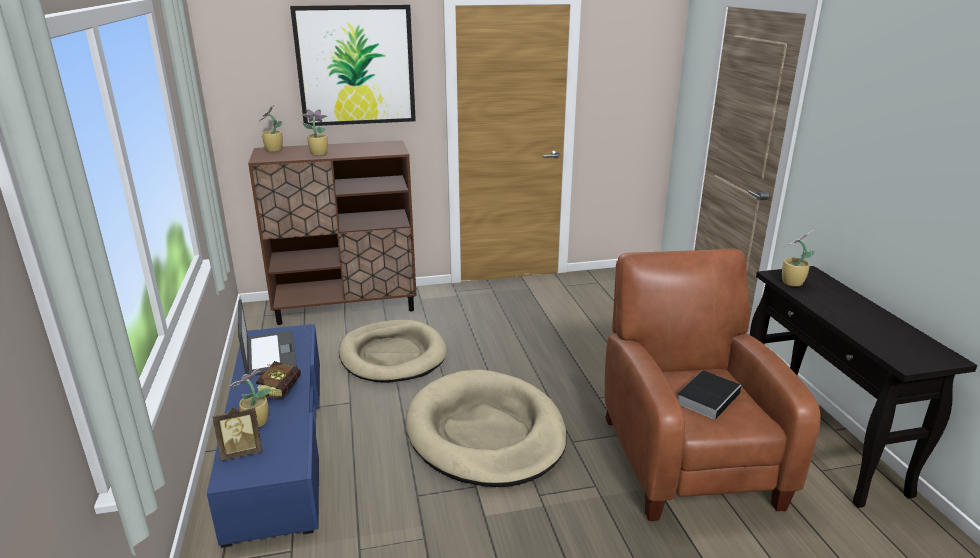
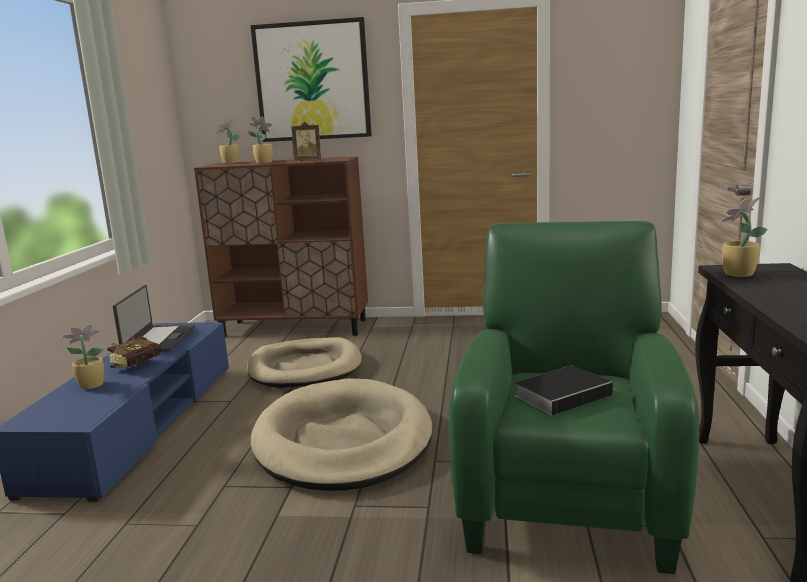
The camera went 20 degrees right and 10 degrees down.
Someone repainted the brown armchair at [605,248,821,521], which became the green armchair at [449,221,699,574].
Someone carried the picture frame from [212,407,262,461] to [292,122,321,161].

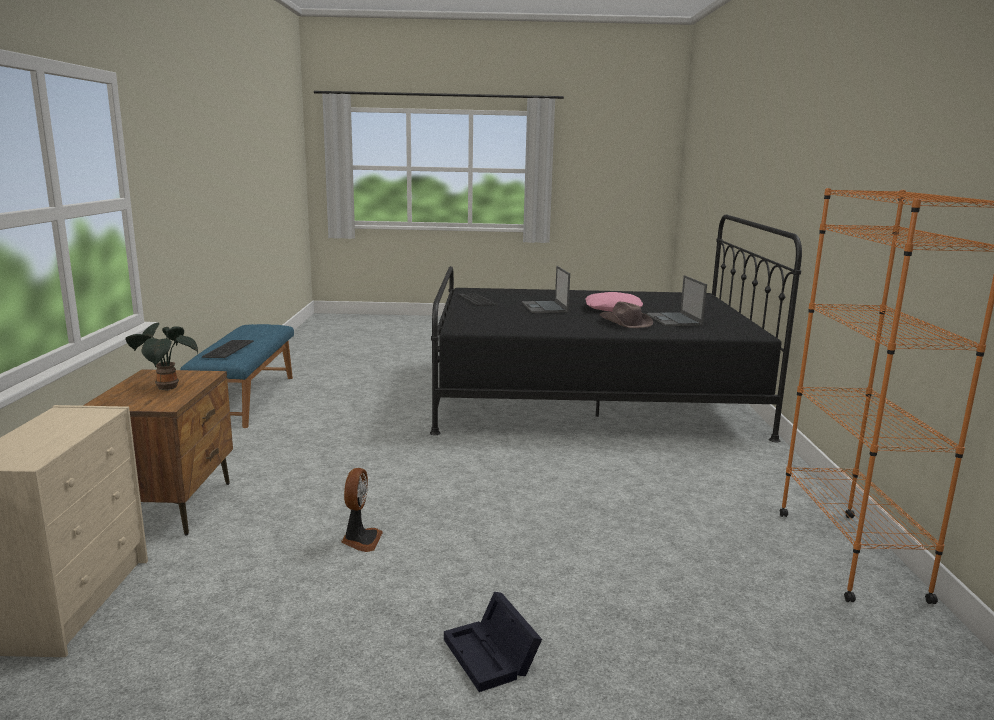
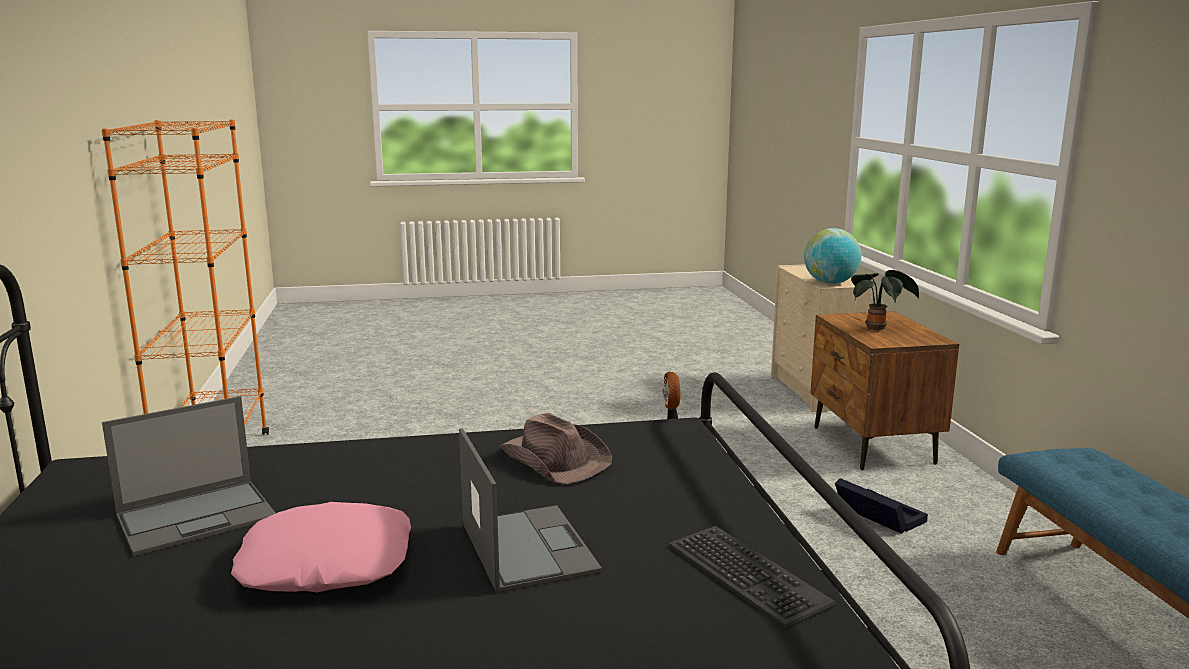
The camera went 170 degrees right and 0 degrees up.
Someone rotated the laptop at [646,275,707,326] by 75 degrees clockwise.
Someone carried the brown hat from [599,301,653,328] to [499,413,612,484].
Someone took away the keyboard at [202,340,254,358].
Someone carried the black storage box from [444,592,542,692] to [835,478,928,534].
Someone put down the globe at [804,228,861,284].

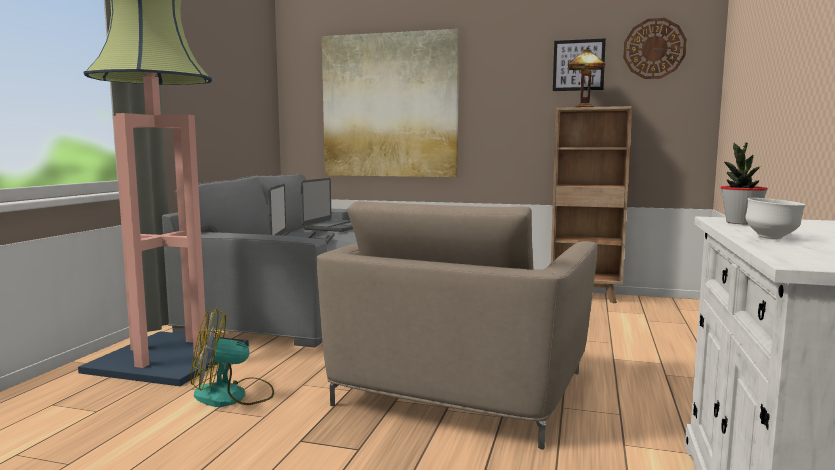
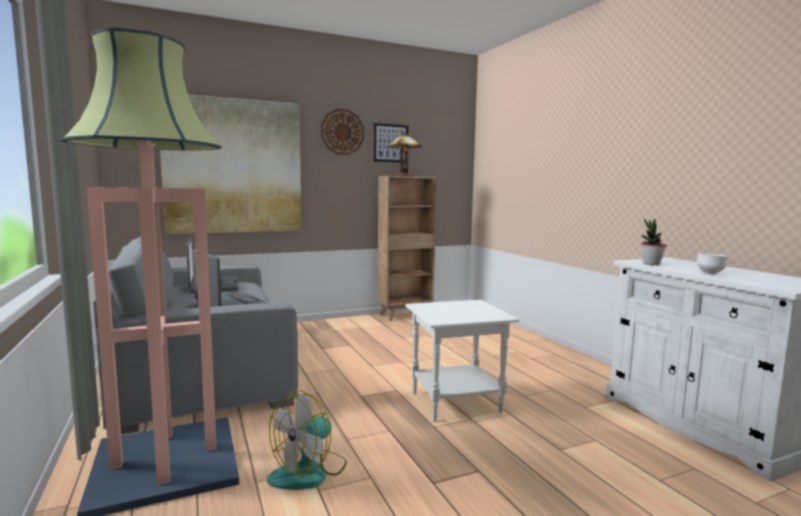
The camera went 40 degrees left and 0 degrees up.
Someone carried the wall clock from [623,18,687,79] to [321,109,364,155].
Someone swapped the beige armchair at [317,201,598,450] for the white side table at [405,300,519,422].

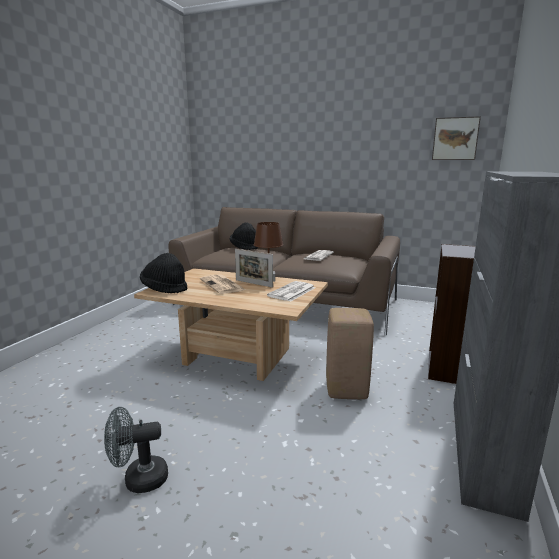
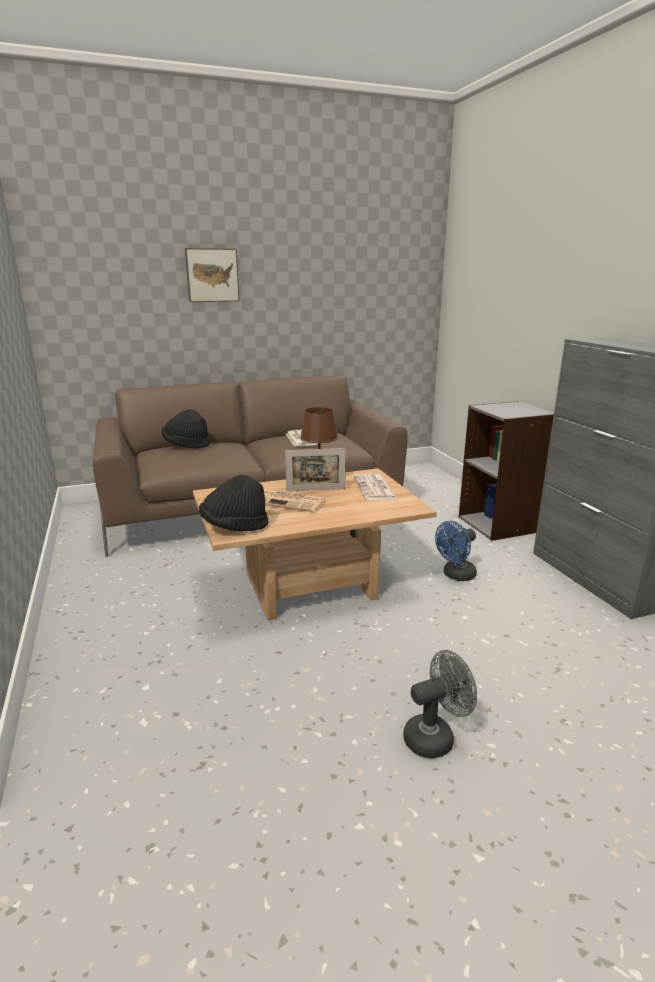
The camera went 40 degrees left and 5 degrees up.
Someone carried the picture from [432,116,481,160] to [185,248,240,302].
Someone swapped the beige stool at [326,308,374,399] for the blue fan at [435,521,477,581].
Someone rotated the grey fan at [104,407,168,493] by 150 degrees counterclockwise.

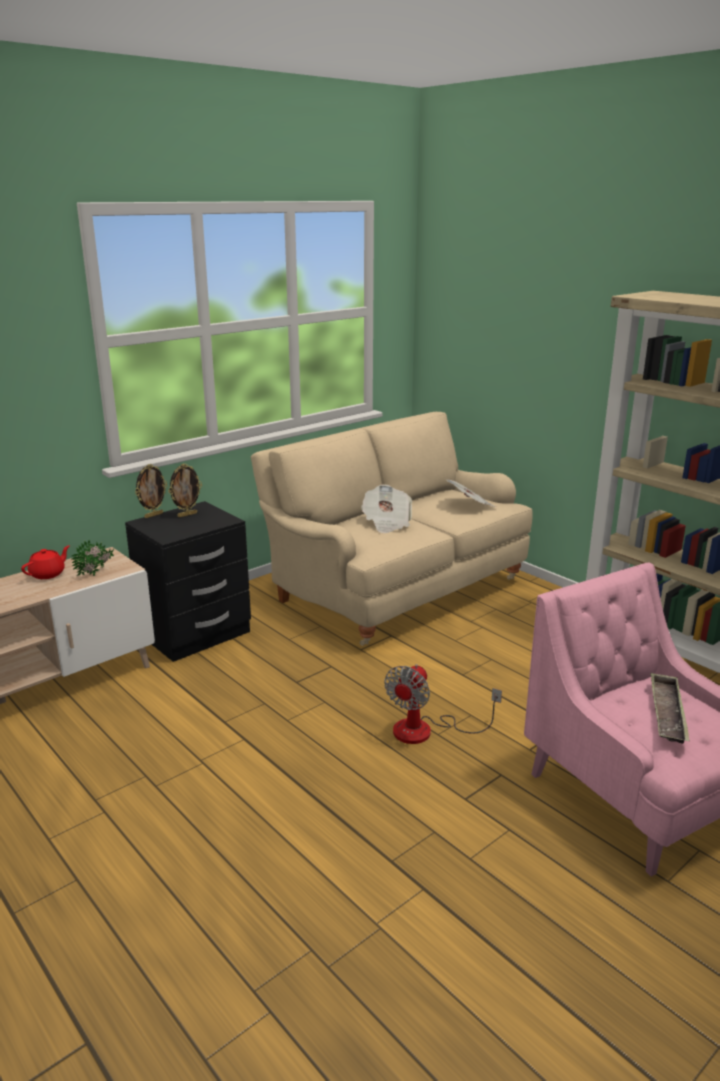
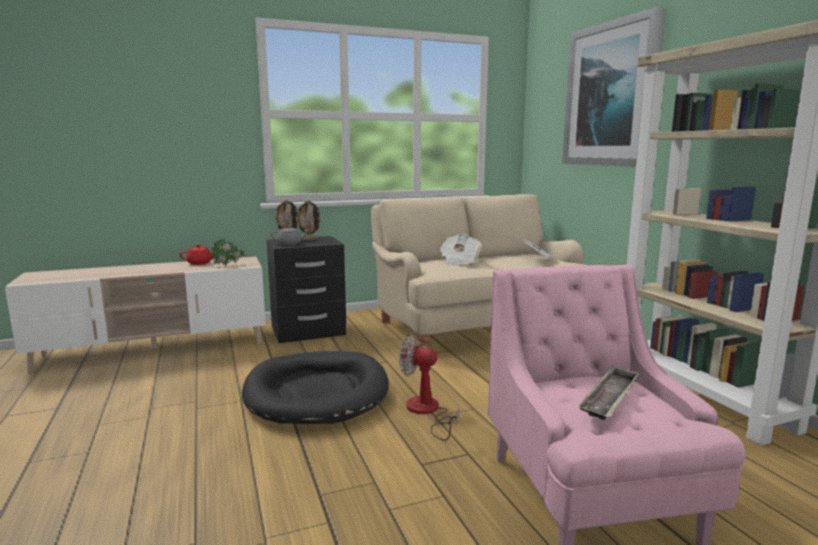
The camera went 20 degrees right and 10 degrees down.
Someone rotated the fan at [384,664,502,744] by 60 degrees clockwise.
Someone put up the picture at [562,7,666,167].
Someone put down the grey teapot at [271,225,309,245].
Someone put down the black dog bed at [242,351,389,424].

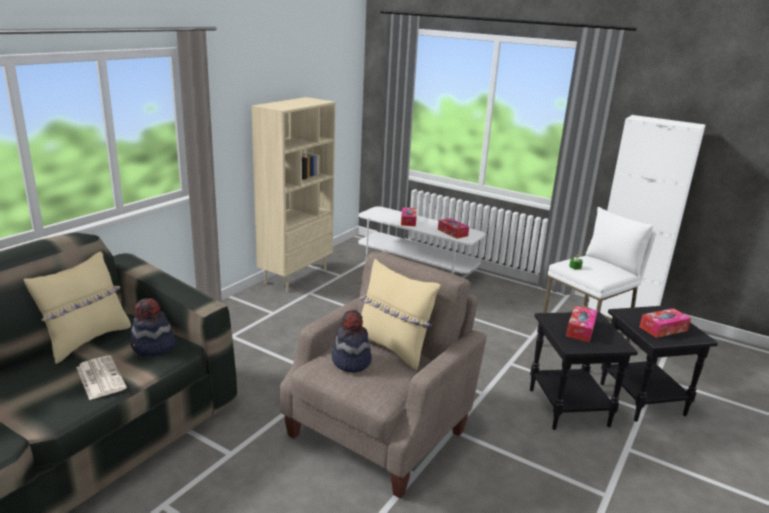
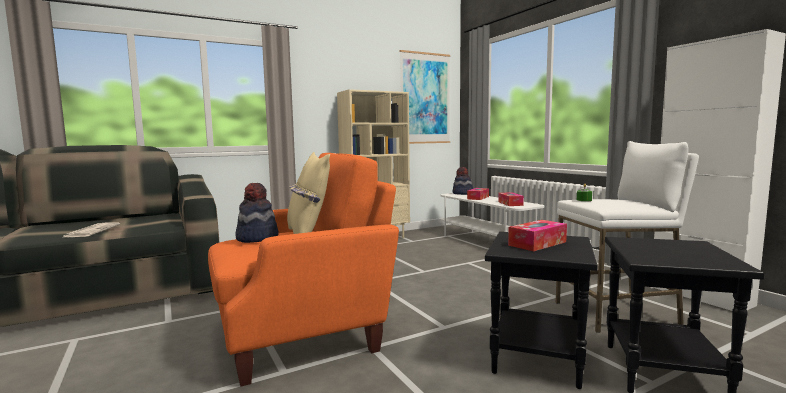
The camera went 30 degrees right and 15 degrees down.
Someone repainted the beige armchair at [279,251,486,498], which became the orange armchair at [208,153,399,387].
Someone took away the beige pillow at [24,252,131,364].
Someone carried the hat from [131,298,176,356] to [453,167,473,195].
Someone took away the tissue box at [640,308,691,338].
Someone put up the picture at [400,50,450,144].

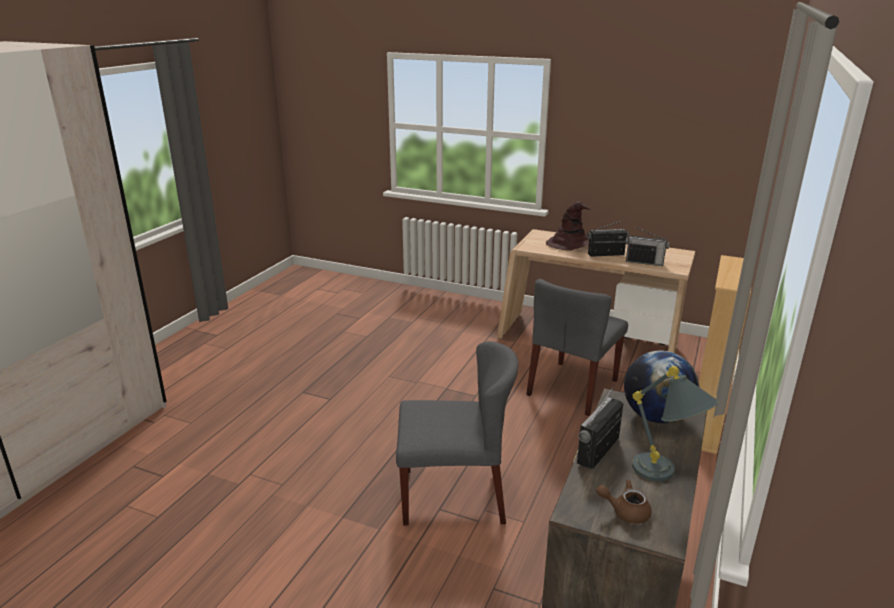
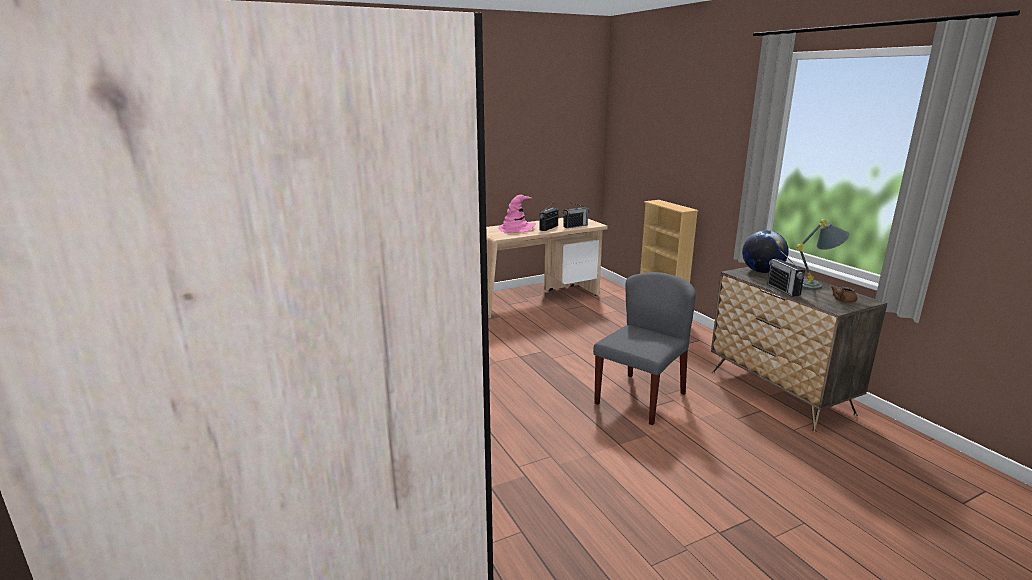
The camera went 50 degrees left and 5 degrees down.
Someone repainted the brown hat at [546,201,591,250], which became the pink hat at [499,195,536,233].
Someone took away the grey chair at [526,279,628,416].

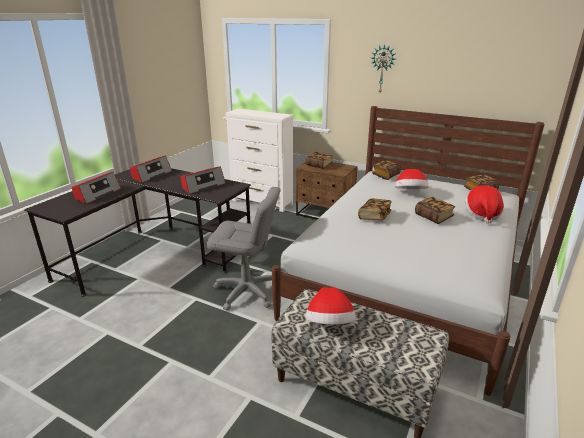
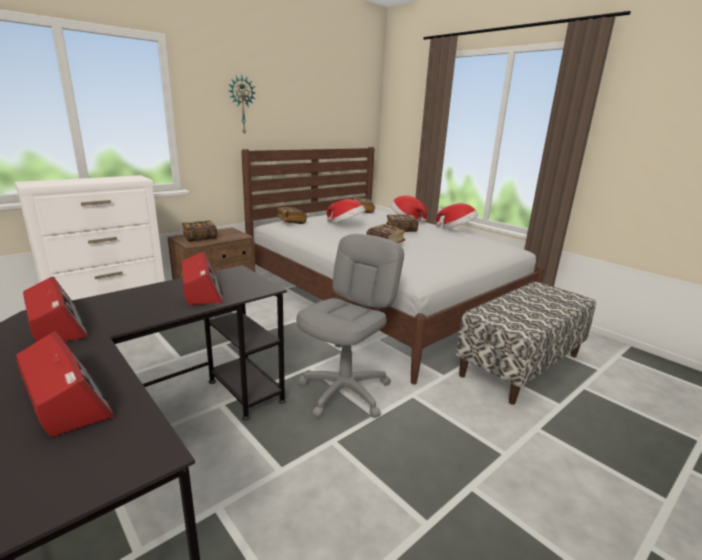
The camera went 70 degrees left and 5 degrees down.
Someone carried the hat from [306,287,356,325] to [436,203,478,229].

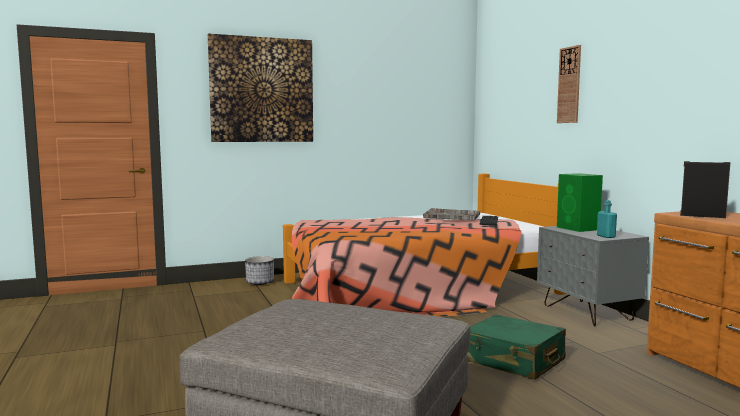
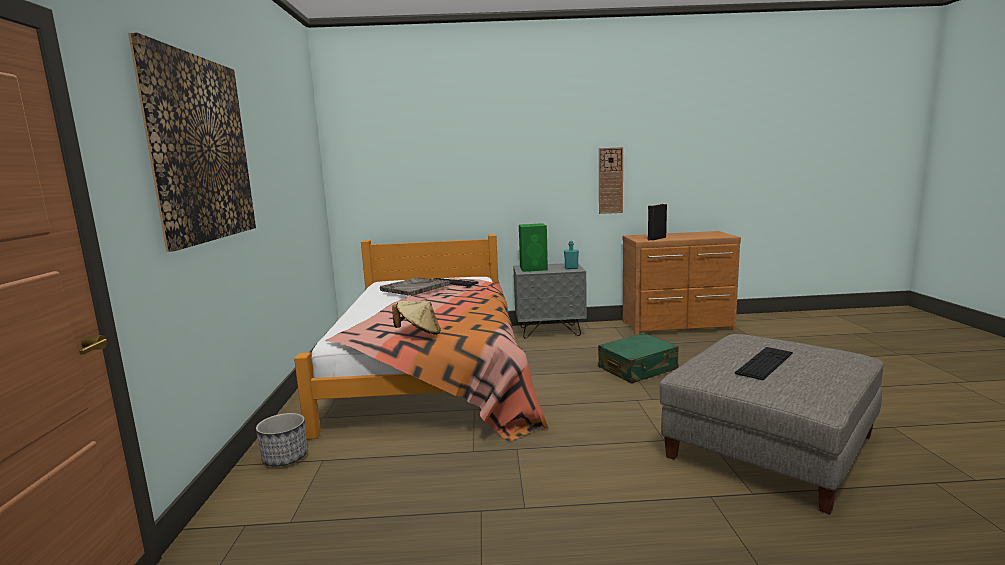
The camera went 70 degrees left and 5 degrees up.
Someone carried the wall clock from [557,45,581,123] to [599,147,623,214].
Someone put down the beige hat at [392,301,441,335].
Someone put down the keyboard at [735,347,793,380].

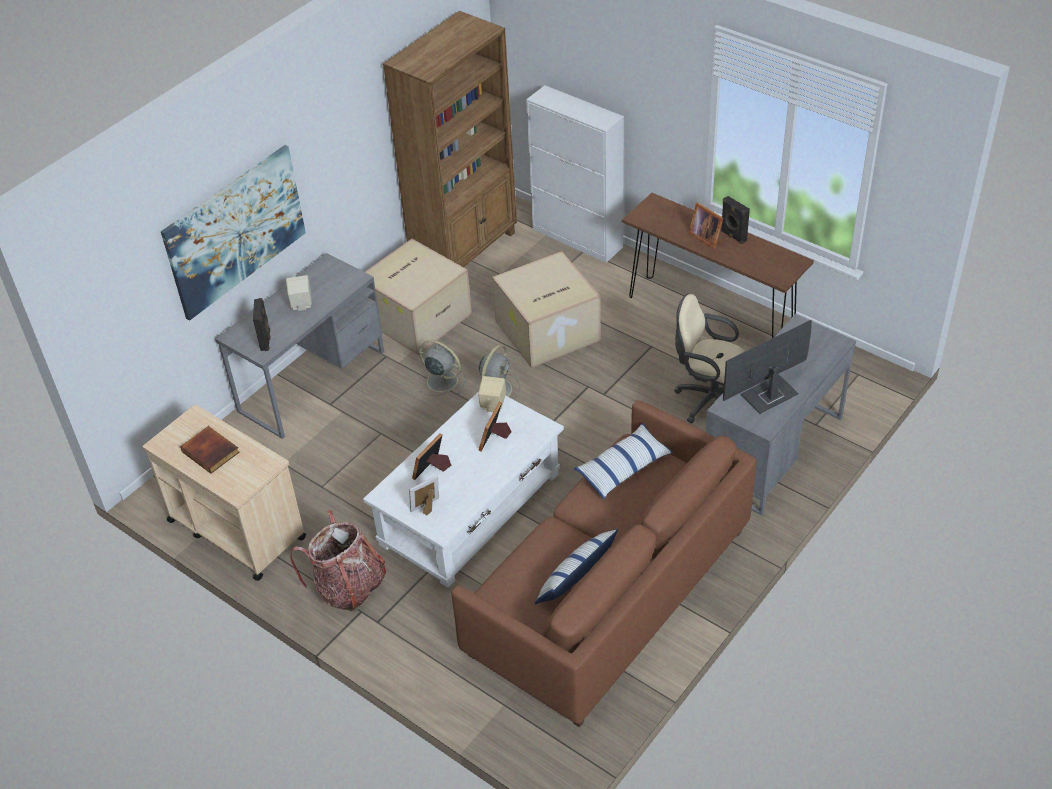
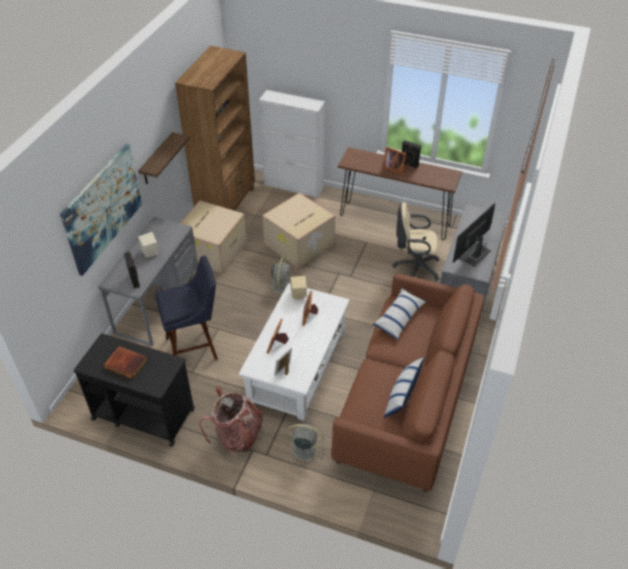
The camera went 20 degrees left and 0 degrees up.
Someone carried the grey fan from [417,340,466,396] to [285,424,324,465].
Someone repainted the beige cart at [143,404,306,581], which became the black cart at [74,333,195,447].
Someone put up the shelf at [138,132,190,184].
Someone put down the blue stool at [156,256,218,360].

